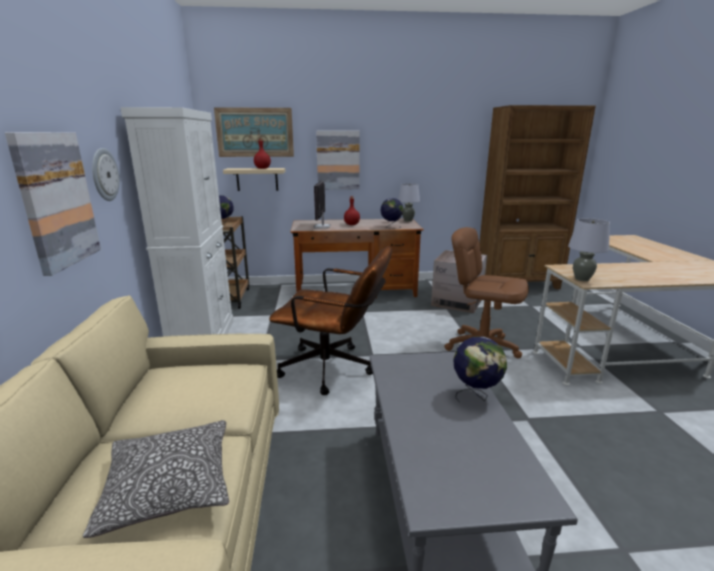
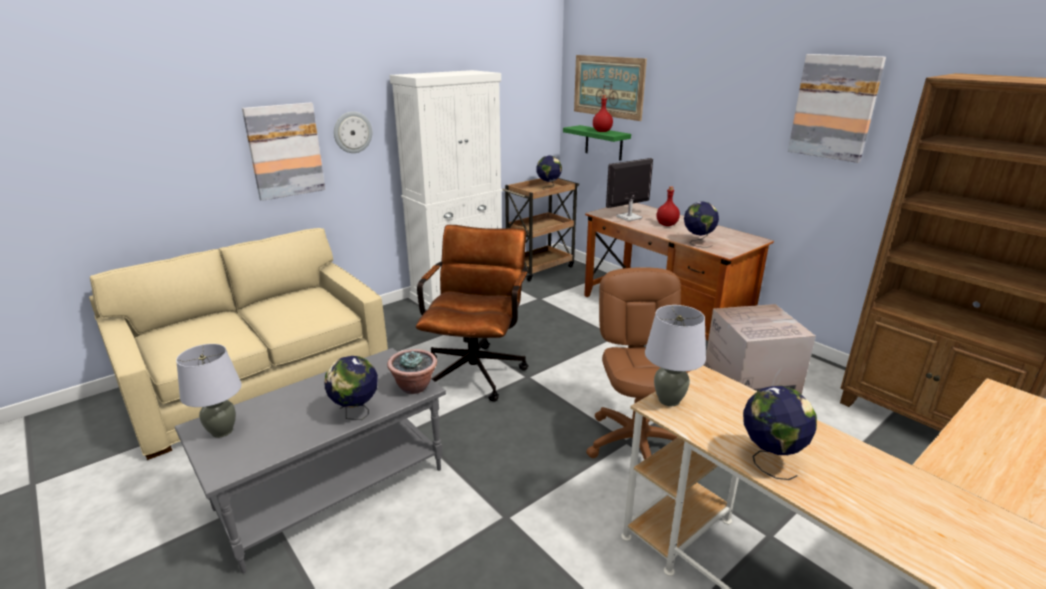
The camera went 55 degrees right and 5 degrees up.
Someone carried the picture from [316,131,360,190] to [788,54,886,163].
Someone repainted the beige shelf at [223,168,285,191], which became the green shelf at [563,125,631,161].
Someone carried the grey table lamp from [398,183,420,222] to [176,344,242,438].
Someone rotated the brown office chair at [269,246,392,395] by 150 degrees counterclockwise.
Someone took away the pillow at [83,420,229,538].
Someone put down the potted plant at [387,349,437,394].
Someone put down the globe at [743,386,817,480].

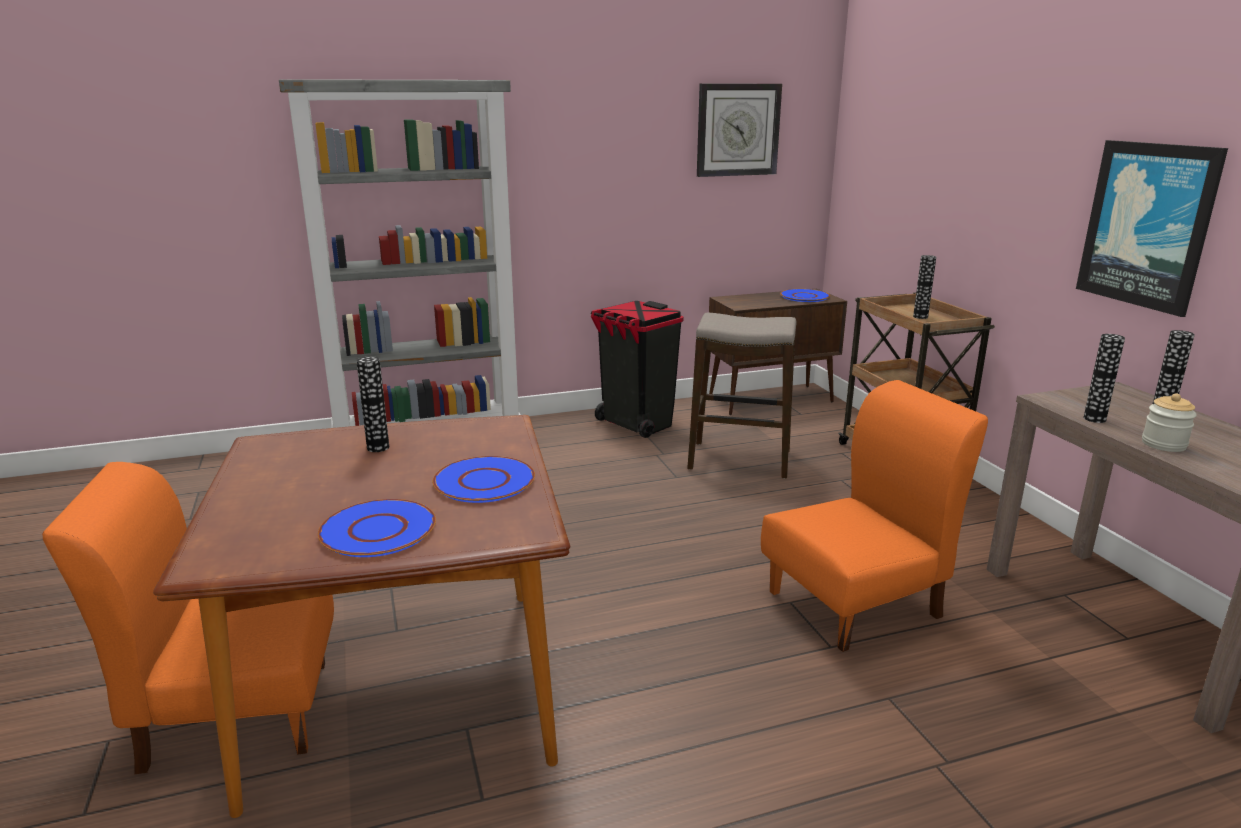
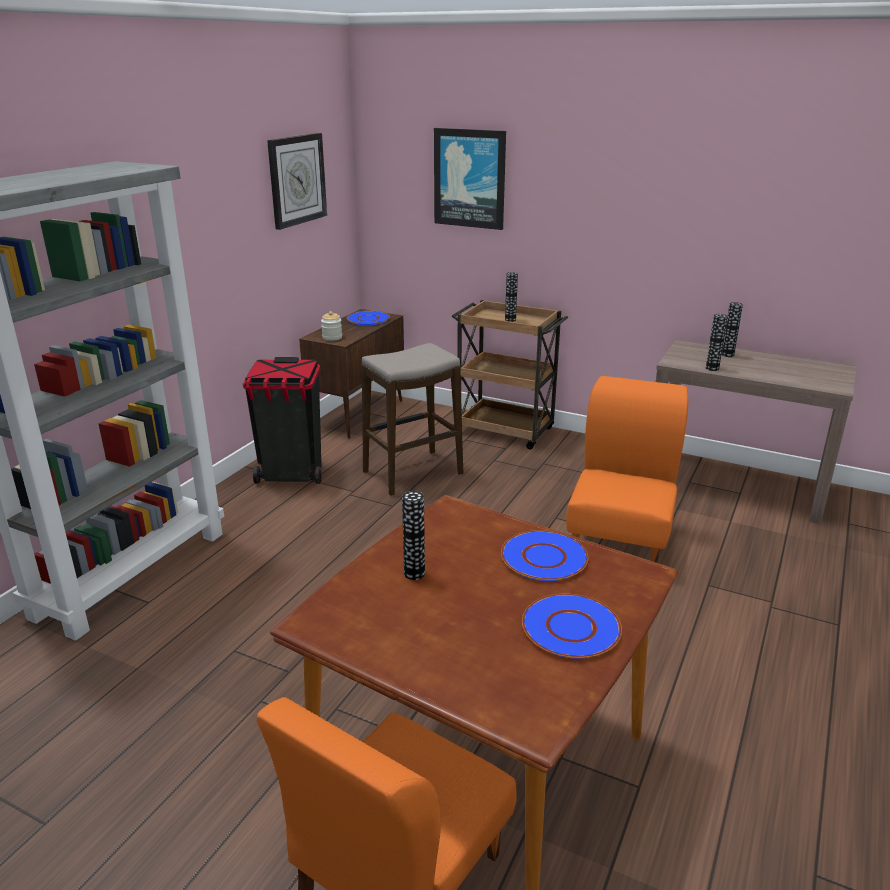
The camera went 45 degrees left and 5 degrees up.
Someone carried the picture from [1076,140,1228,317] to [434,128,506,230].
Someone carried the jar from [1142,393,1197,452] to [321,311,342,341].

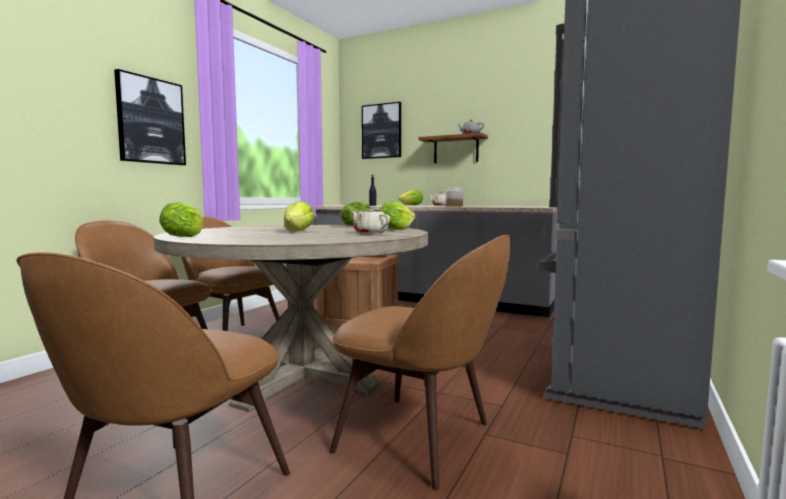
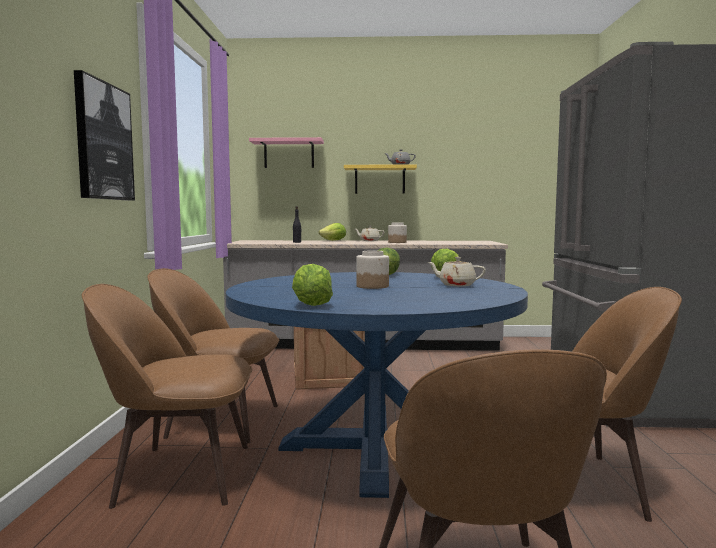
The camera went 25 degrees left and 0 degrees up.
Someone swapped the picture at [362,102,401,159] for the pink shelf at [249,137,324,168].
Someone repainted the brown shelf at [418,133,488,163], which became the yellow shelf at [344,164,417,194].
Someone swapped the lettuce at [284,201,314,231] for the jar at [356,250,389,289].
Someone repainted the beige dining table at [154,225,428,412], which became the blue dining table at [226,272,528,498].

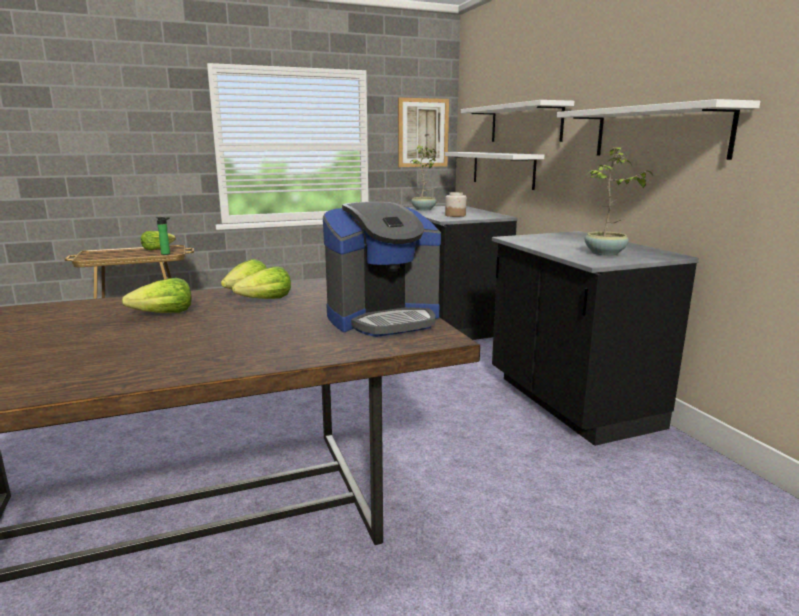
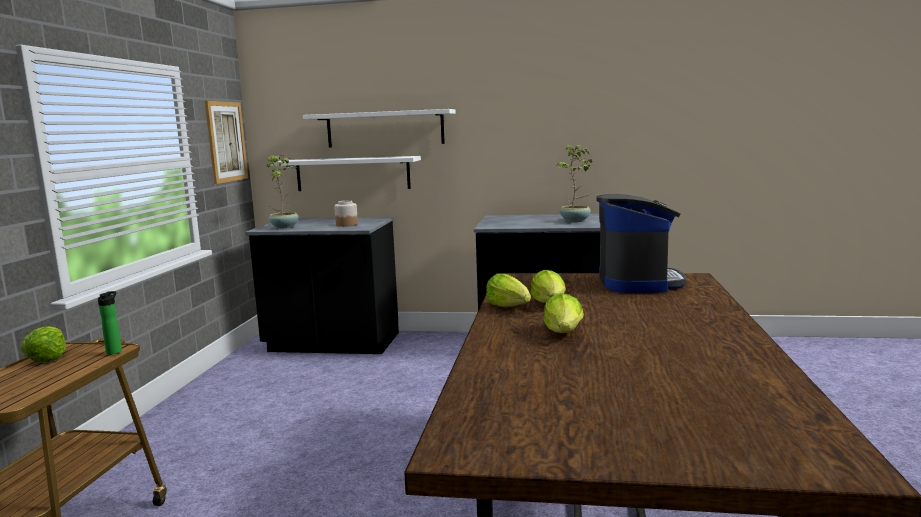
The camera went 60 degrees left and 5 degrees down.
Someone took away the white shelf at [557,99,760,160].

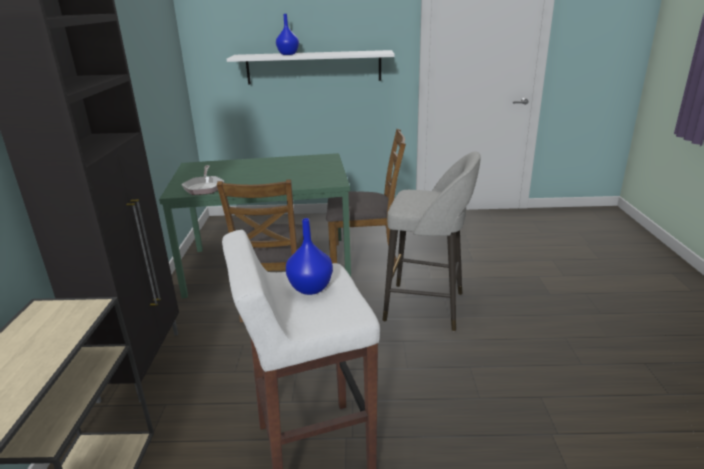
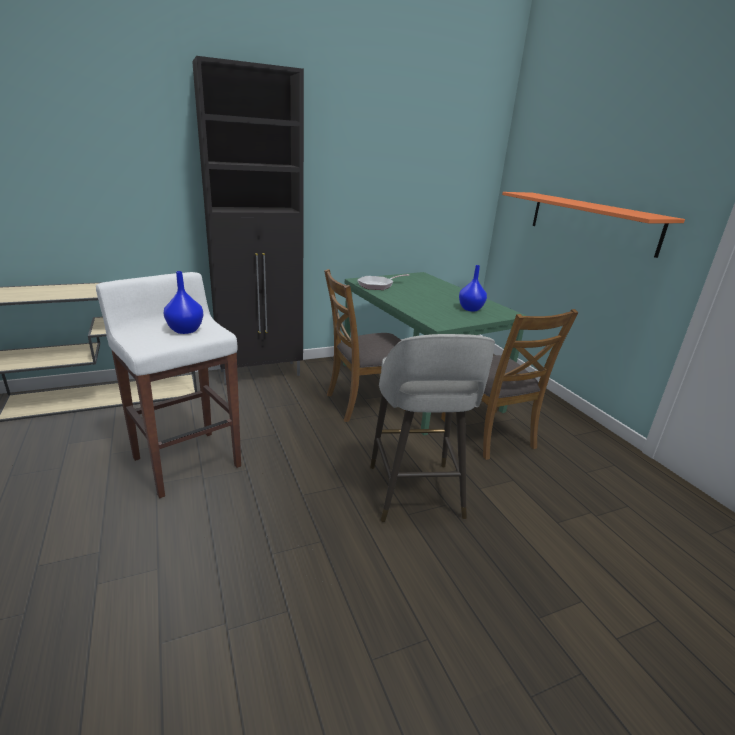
The camera went 65 degrees right and 0 degrees up.
Someone carried the blue vase from [276,14,299,55] to [459,265,487,312].
Someone repainted the white shelf at [227,50,395,85], which became the orange shelf at [502,192,685,258].

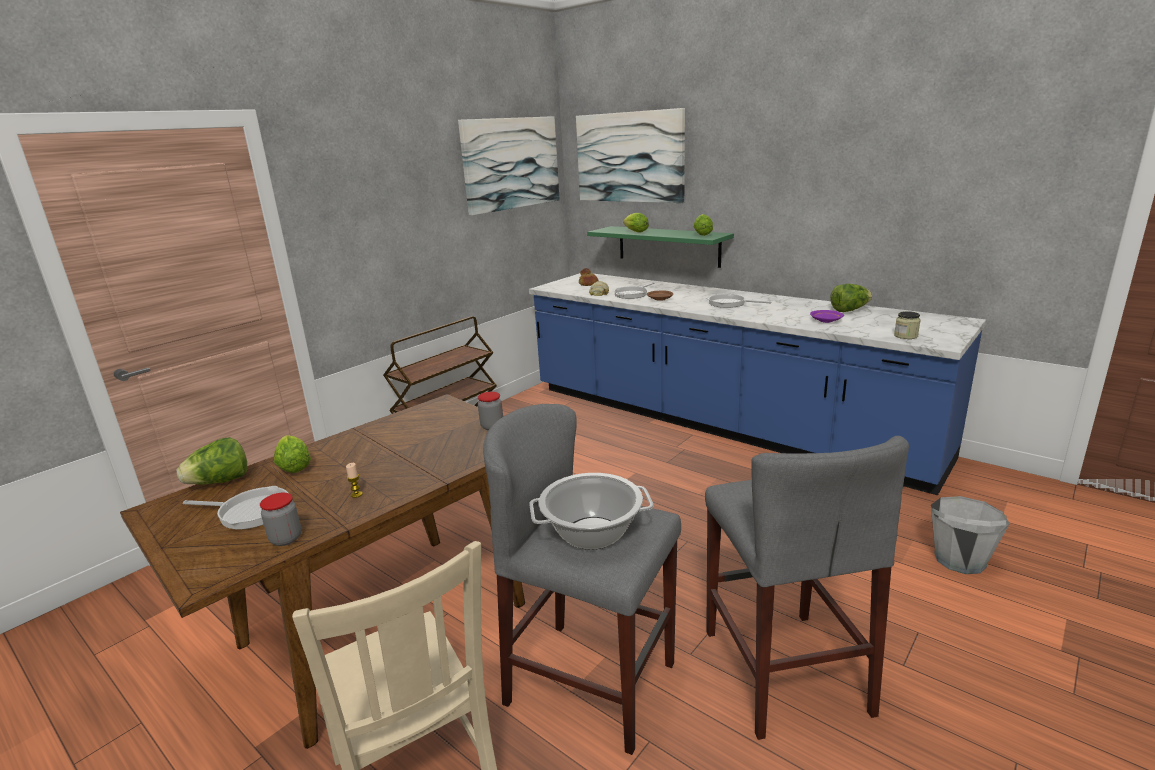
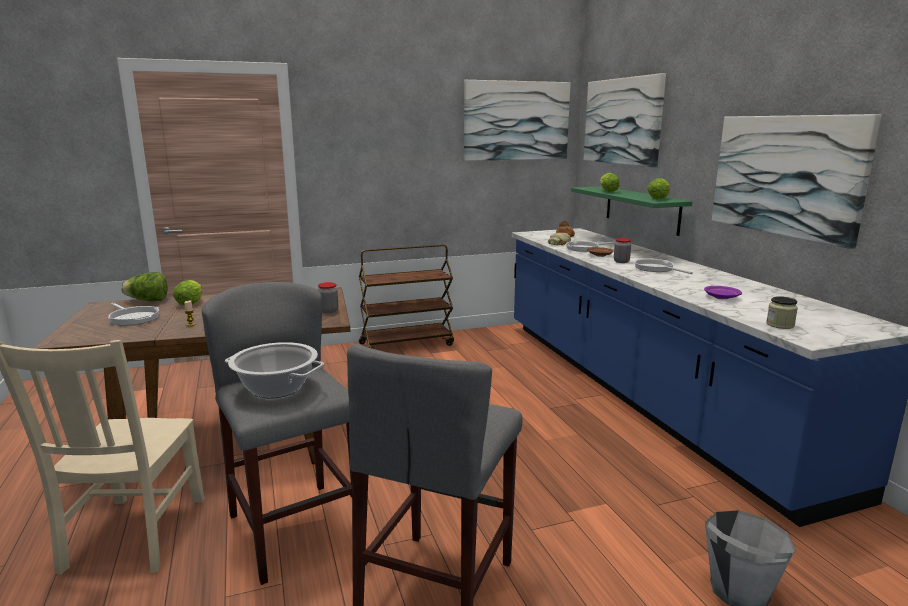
The camera went 30 degrees right and 5 degrees down.
Someone took away the lettuce at [830,284,872,312].
Someone carried the jar from [260,493,301,546] to [614,238,631,263].
Someone put up the picture at [712,114,882,249].

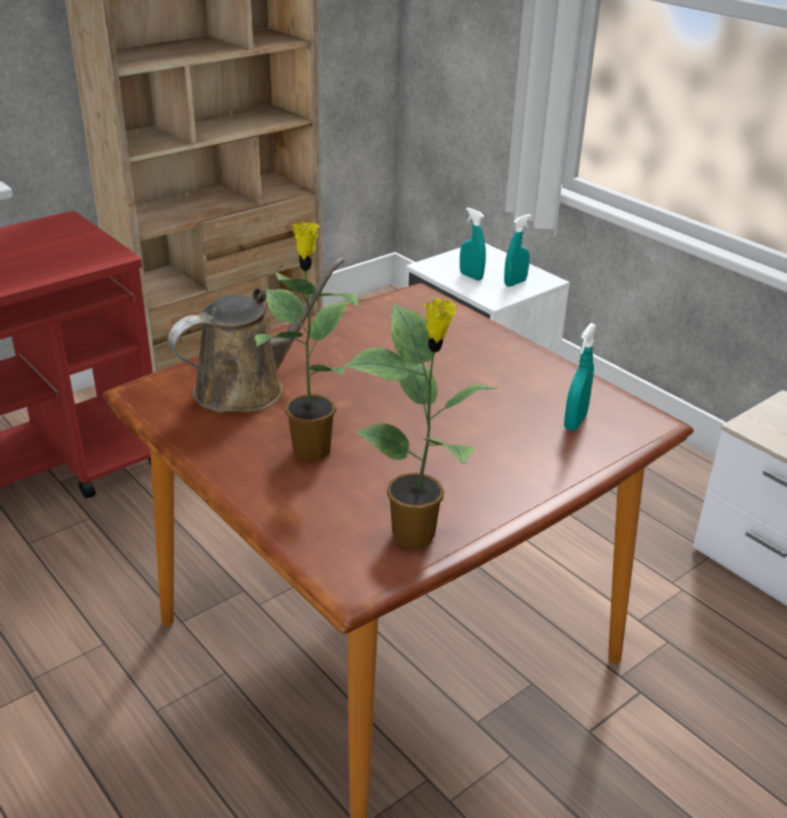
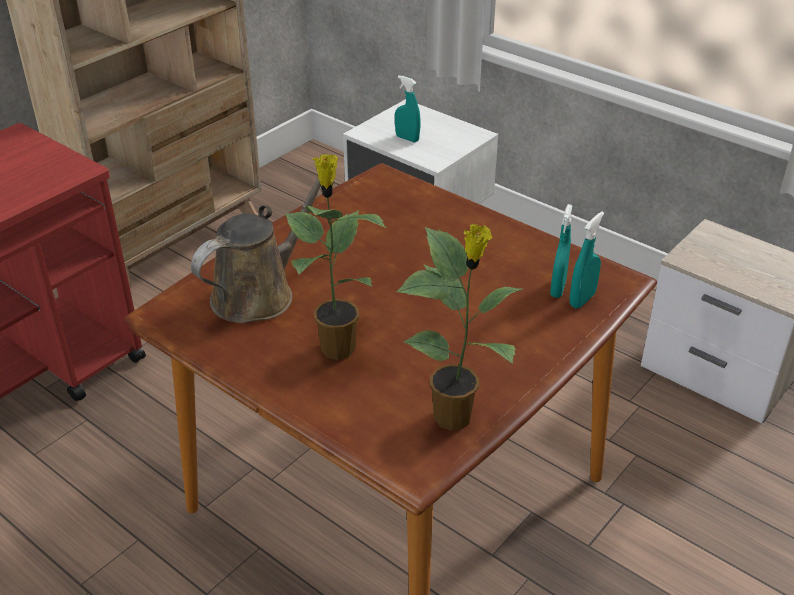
The camera went 10 degrees left and 5 degrees up.
Someone carried the turquoise spray bottle from [504,214,531,287] to [570,212,604,308].

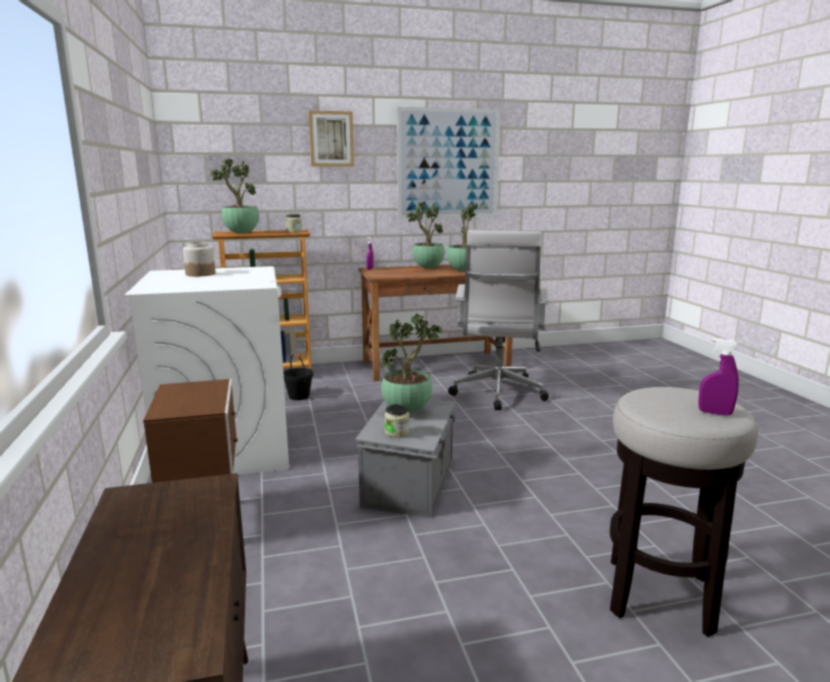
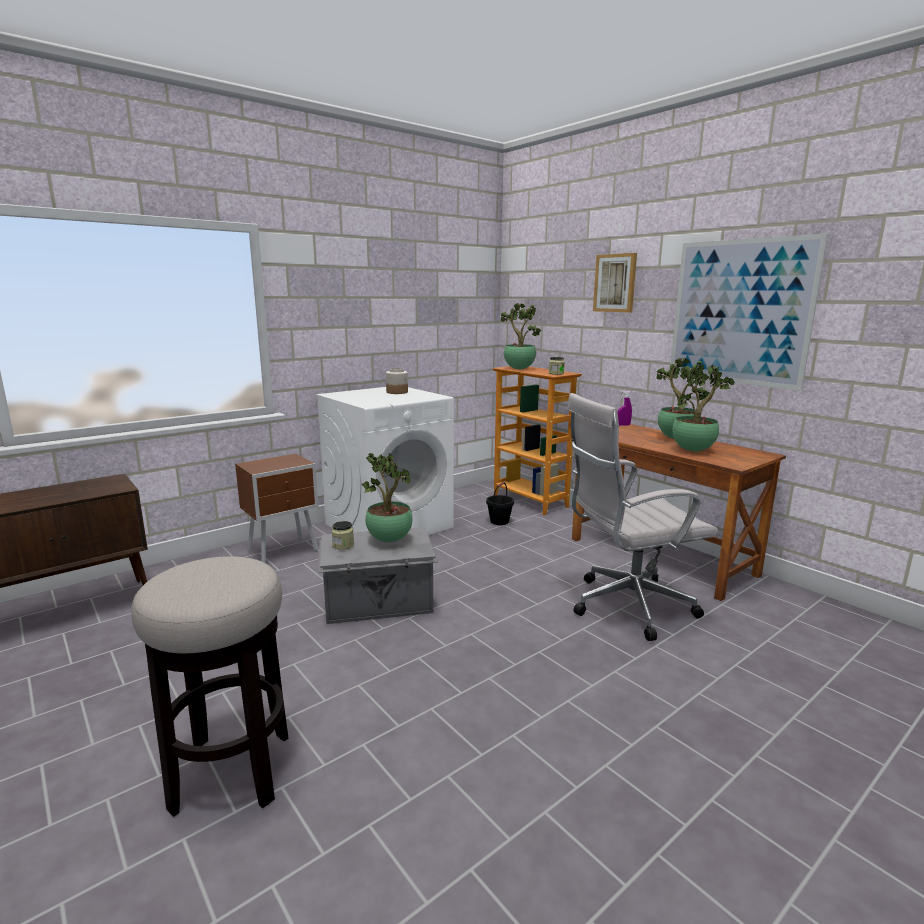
The camera went 65 degrees right and 0 degrees up.
Someone took away the purple spray bottle at [699,338,739,416].

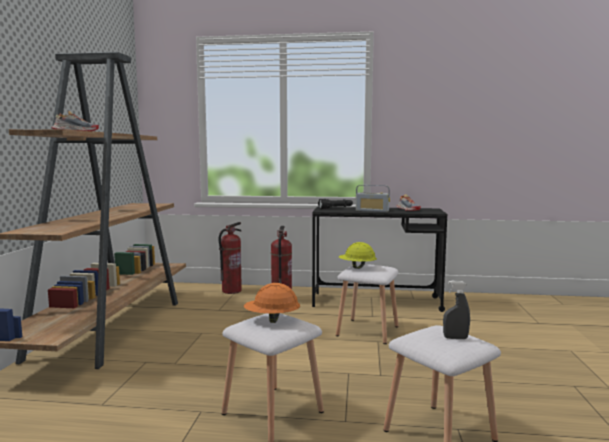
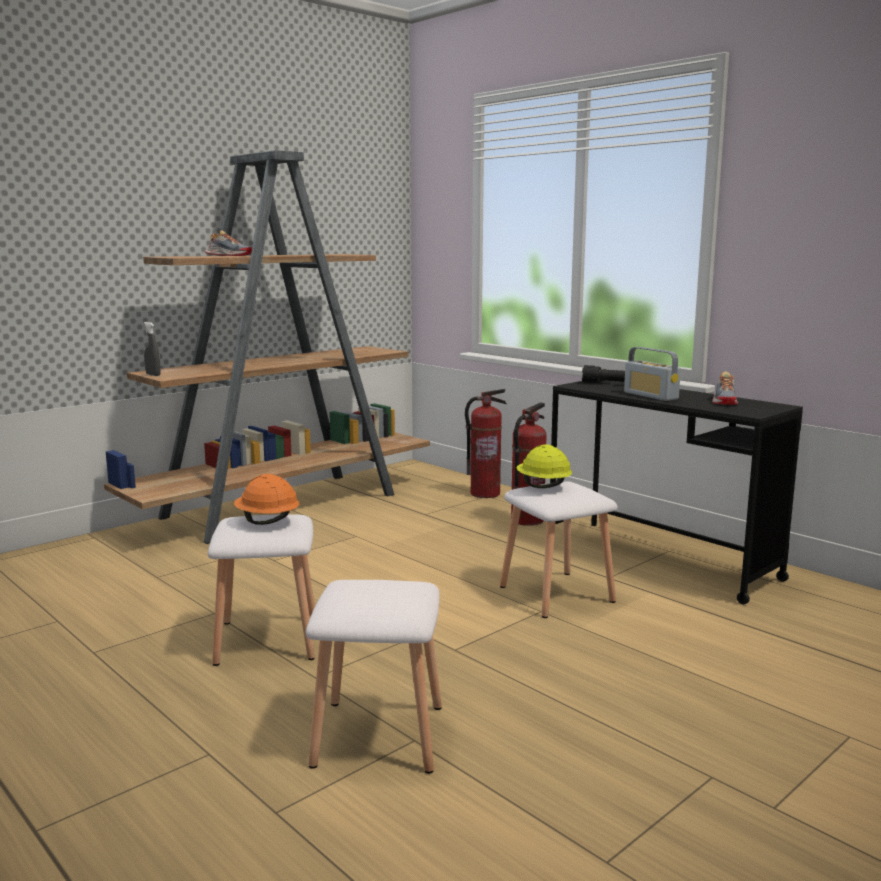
The camera went 40 degrees right and 5 degrees up.
Someone carried the grey spray bottle from [443,281,470,339] to [144,322,161,376].

